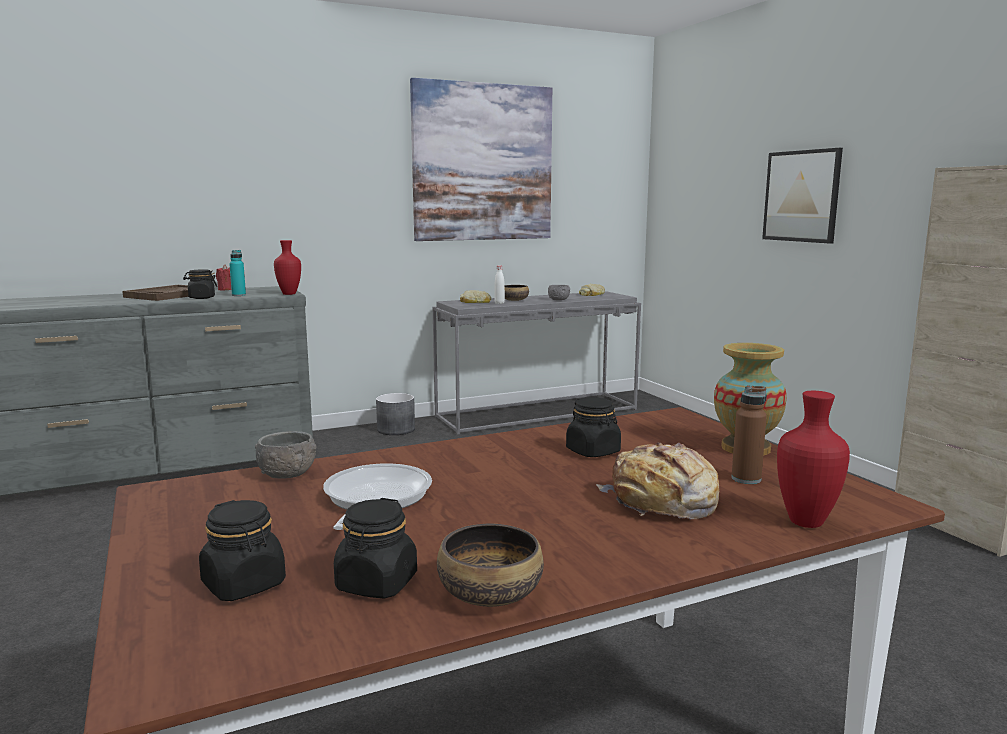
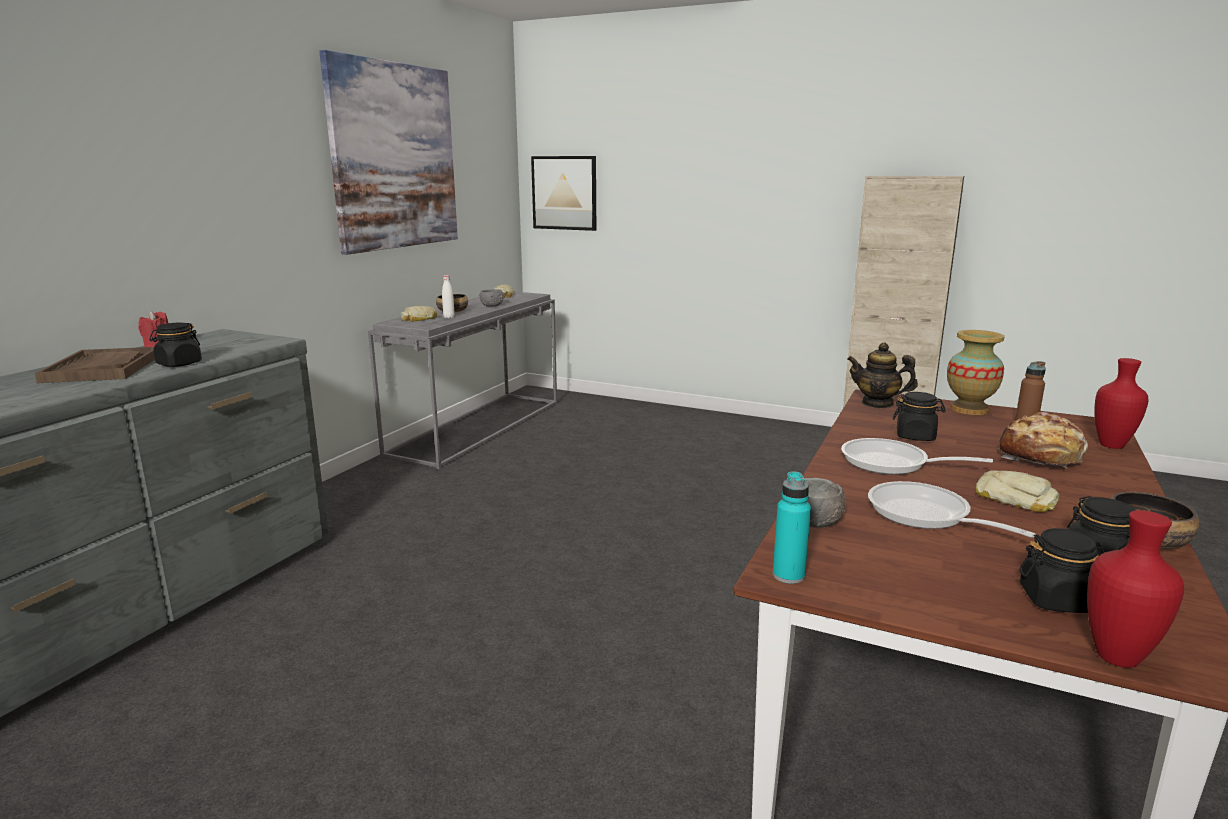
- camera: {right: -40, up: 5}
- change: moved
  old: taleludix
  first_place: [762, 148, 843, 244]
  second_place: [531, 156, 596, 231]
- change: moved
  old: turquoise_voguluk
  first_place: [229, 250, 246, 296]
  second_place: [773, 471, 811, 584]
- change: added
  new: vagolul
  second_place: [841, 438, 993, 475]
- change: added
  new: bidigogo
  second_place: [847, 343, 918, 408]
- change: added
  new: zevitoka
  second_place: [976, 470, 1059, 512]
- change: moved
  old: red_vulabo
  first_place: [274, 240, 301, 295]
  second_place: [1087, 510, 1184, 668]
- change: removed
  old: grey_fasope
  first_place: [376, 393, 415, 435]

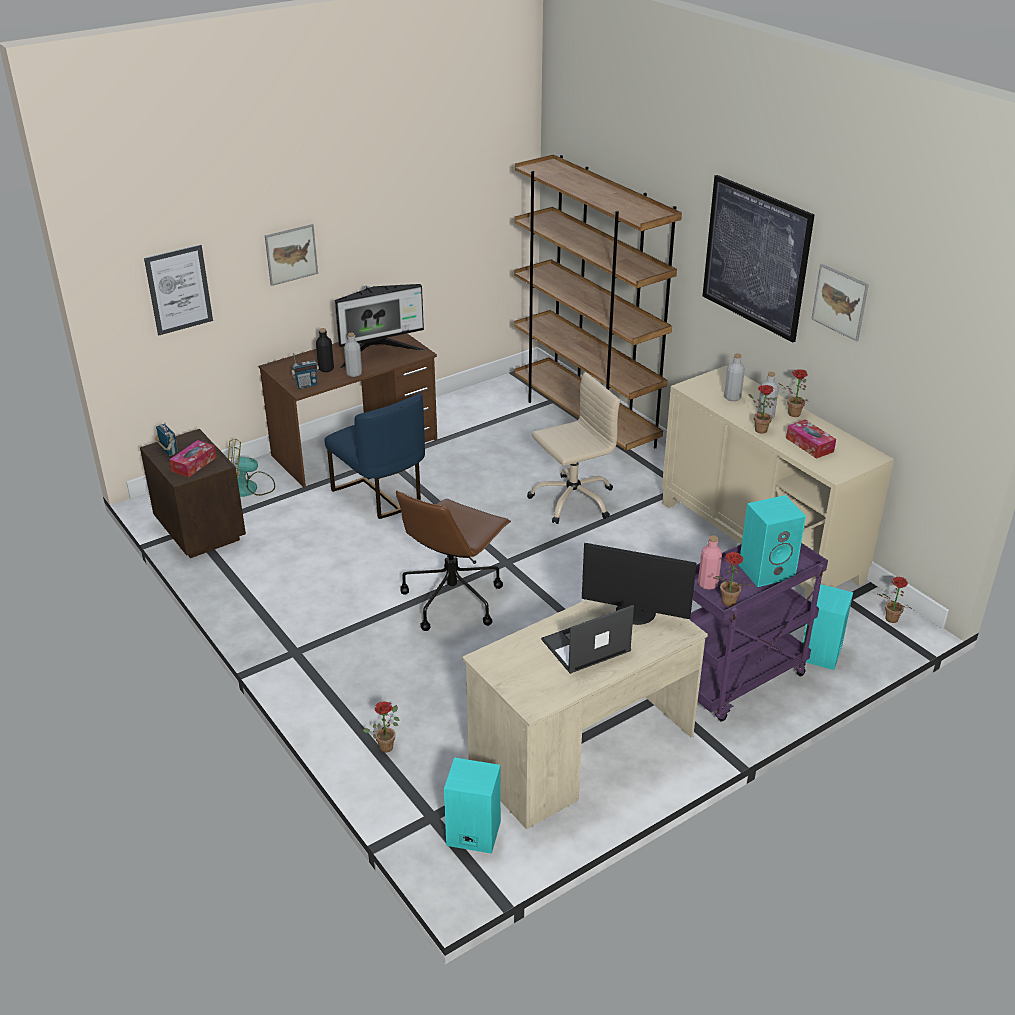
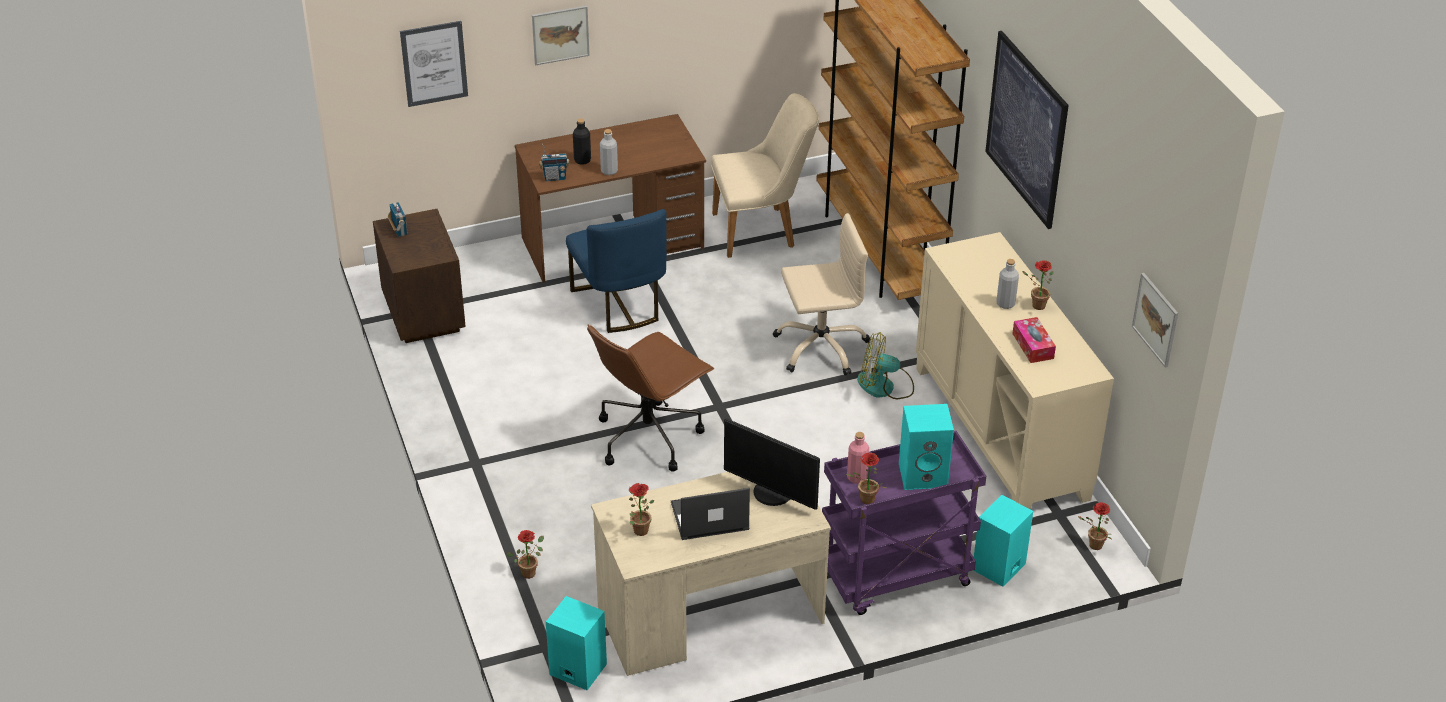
- camera: {right: 15, up: 5}
- change: moved
  old: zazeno
  first_place: [748, 385, 777, 433]
  second_place: [629, 483, 654, 536]
- change: added
  new: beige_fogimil
  second_place: [711, 93, 819, 258]
- change: moved
  old: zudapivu
  first_place: [228, 438, 275, 497]
  second_place: [857, 332, 914, 399]
- change: moved
  old: taleludix
  first_place: [811, 264, 869, 342]
  second_place: [1132, 273, 1178, 367]
- change: removed
  old: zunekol
  first_place: [170, 440, 217, 477]
- change: removed
  old: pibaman
  first_place: [335, 284, 425, 368]
- change: removed
  old: grey_voguluk
  first_place: [724, 353, 745, 401]

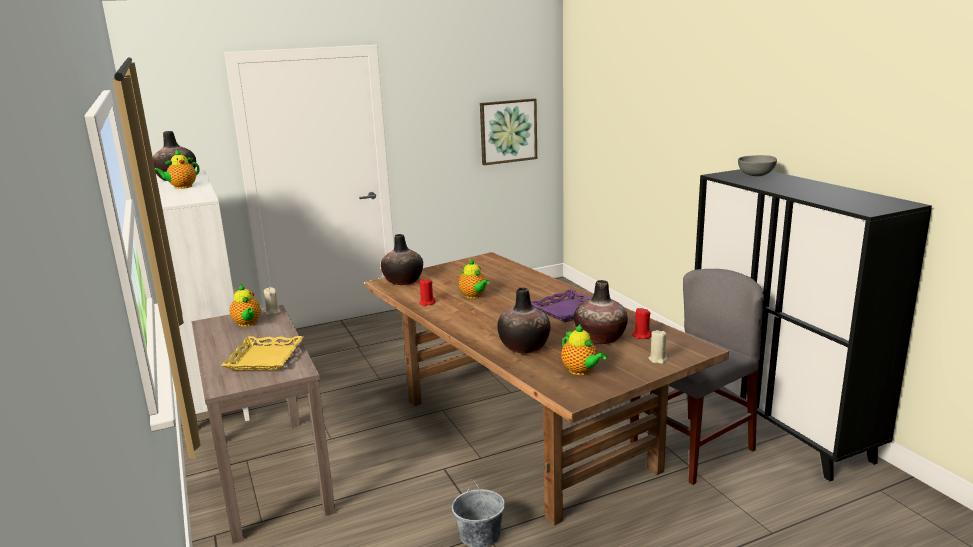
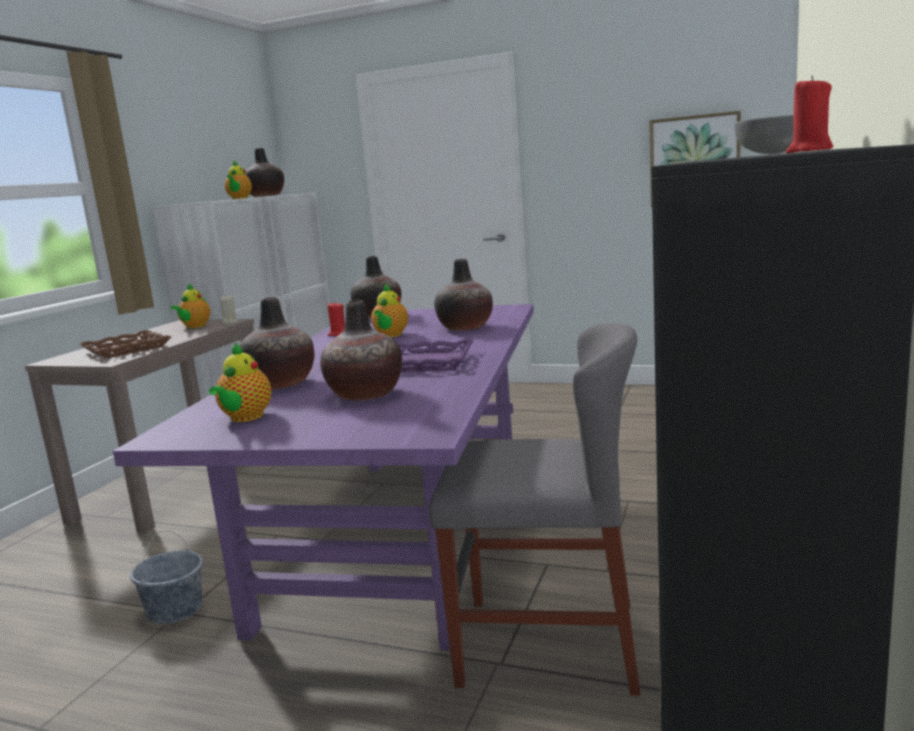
- camera: {right: 45, up: -5}
- change: recoloured
  old: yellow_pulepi
  new: brown_pulepi
  first_place: [221, 336, 303, 370]
  second_place: [79, 330, 171, 358]
- change: recoloured
  old: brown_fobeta
  new: purple_fobeta
  first_place: [365, 252, 729, 526]
  second_place: [113, 304, 534, 651]
- change: turned
  old: bidigogo
  first_place: [155, 149, 200, 189]
  second_place: [225, 160, 252, 199]
  degrees: -90
- change: added
  new: vulabo
  second_place: [434, 259, 493, 331]
- change: moved
  old: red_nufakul
  first_place: [632, 308, 651, 339]
  second_place: [786, 75, 833, 153]
- change: removed
  old: beige_nufakul
  first_place: [649, 330, 668, 364]

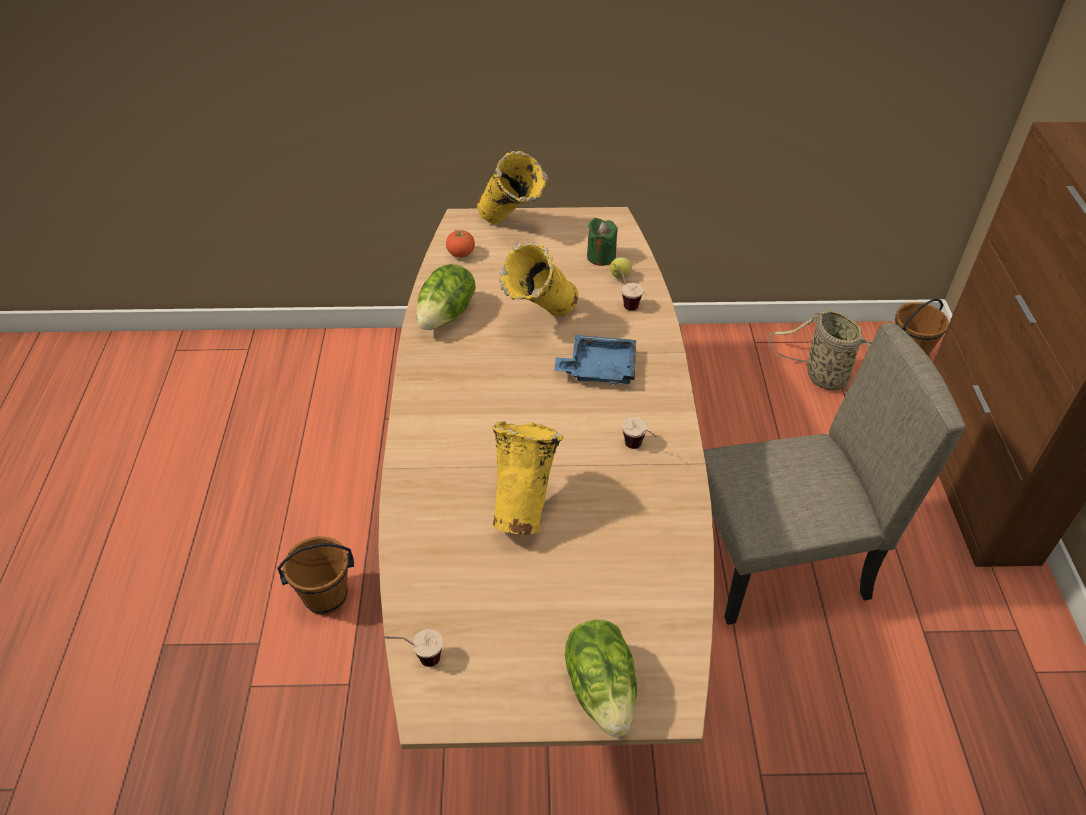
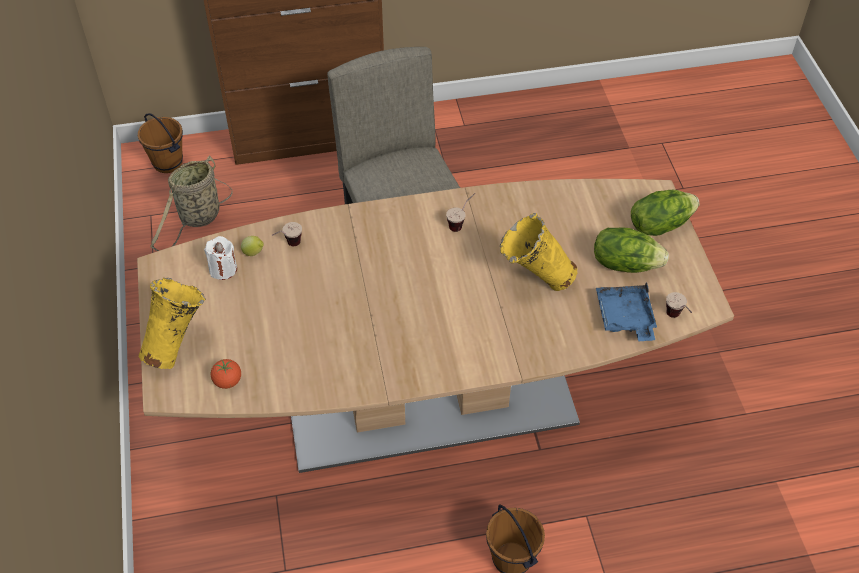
- camera: {right: -100, up: 5}
- change: recoloured
  old: green_nufakul
  new: white_nufakul
  first_place: [587, 218, 618, 266]
  second_place: [204, 236, 237, 280]
- change: moved
  old: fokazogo
  first_place: [417, 264, 476, 330]
  second_place: [594, 227, 669, 273]
- change: moved
  old: blue_pulepi
  first_place: [554, 335, 636, 385]
  second_place: [596, 283, 657, 341]
- change: removed
  old: yellow_vulabo
  first_place: [499, 242, 578, 316]

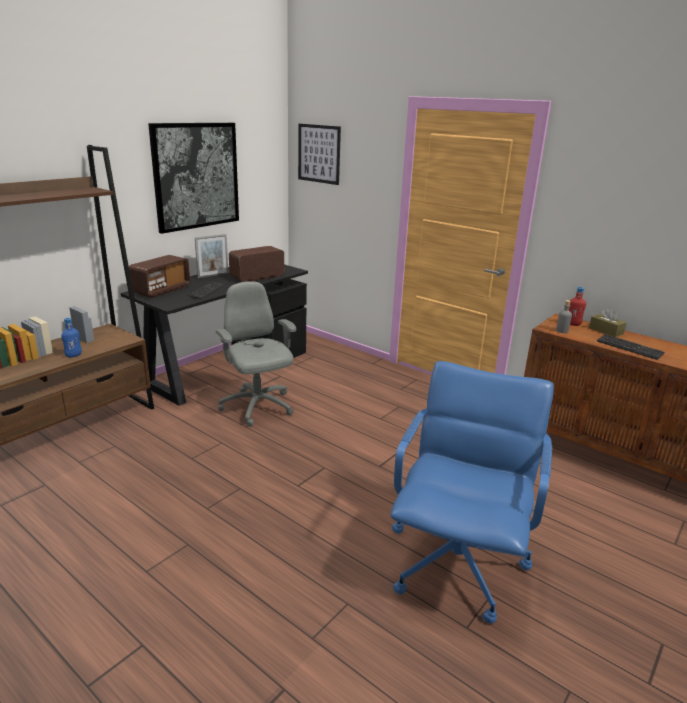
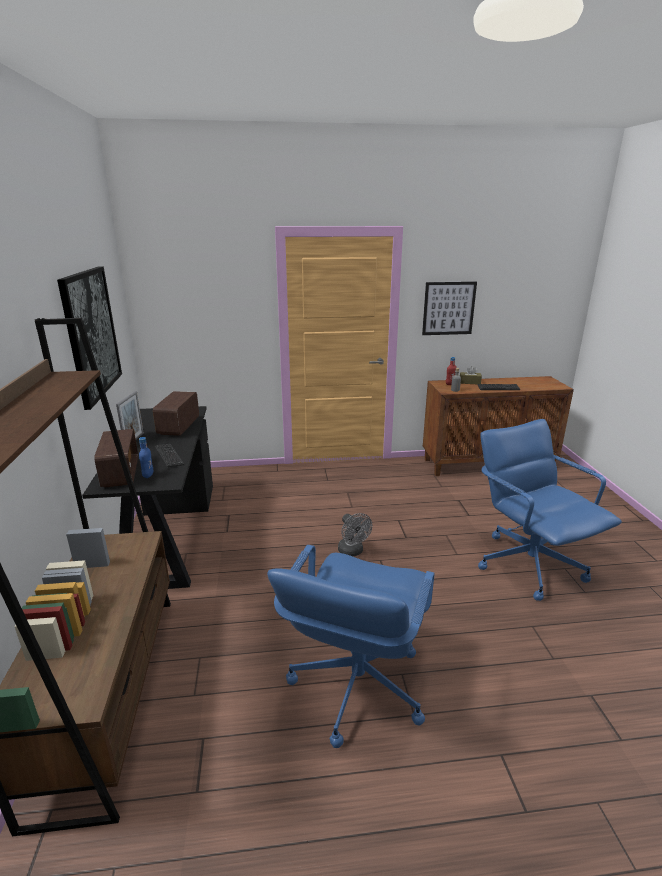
- camera: {right: -45, up: 0}
- change: moved
  old: blue_voguluk
  first_place: [61, 318, 82, 358]
  second_place: [139, 437, 153, 478]
- change: added
  new: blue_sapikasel
  second_place: [267, 545, 434, 748]
- change: added
  new: grey_zudapivu
  second_place: [338, 513, 372, 556]
- change: moved
  old: taleludix
  first_place: [298, 124, 341, 185]
  second_place: [422, 281, 477, 335]
- change: removed
  old: grey_sapikasel
  first_place: [216, 281, 296, 427]

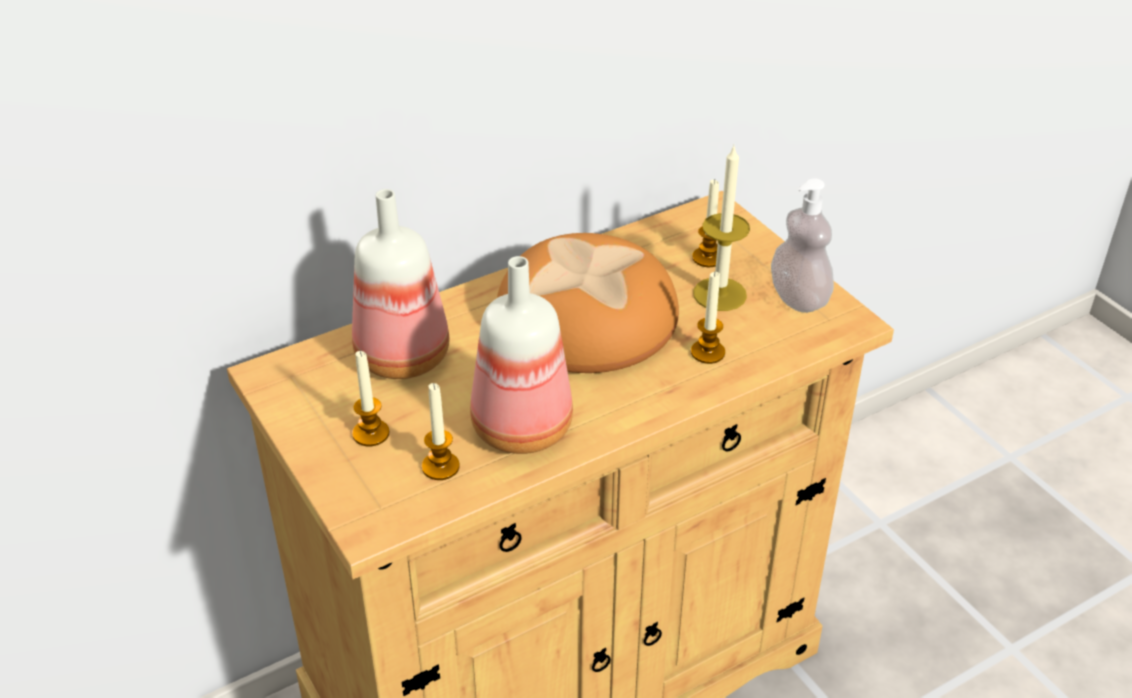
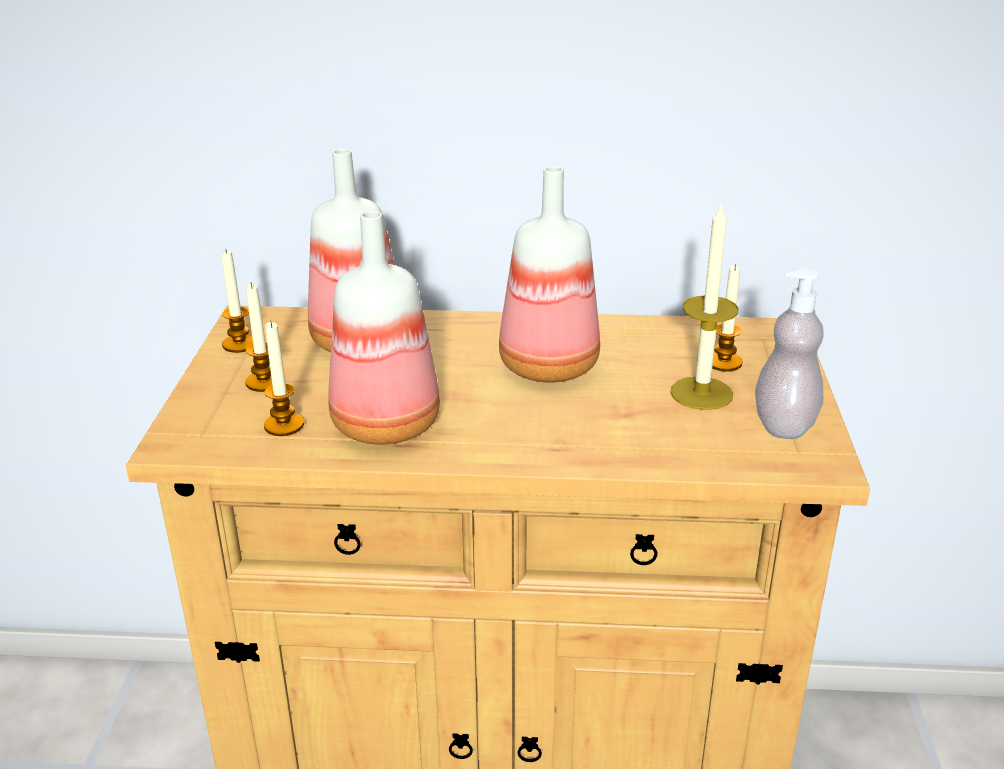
- camera: {right: 35, up: -10}
- change: moved
  old: nufakul
  first_place: [691, 272, 725, 364]
  second_place: [221, 250, 253, 353]
- change: replaced
  old: zevitoka
  new: voguluk
  first_place: [497, 233, 679, 373]
  second_place: [499, 166, 600, 382]

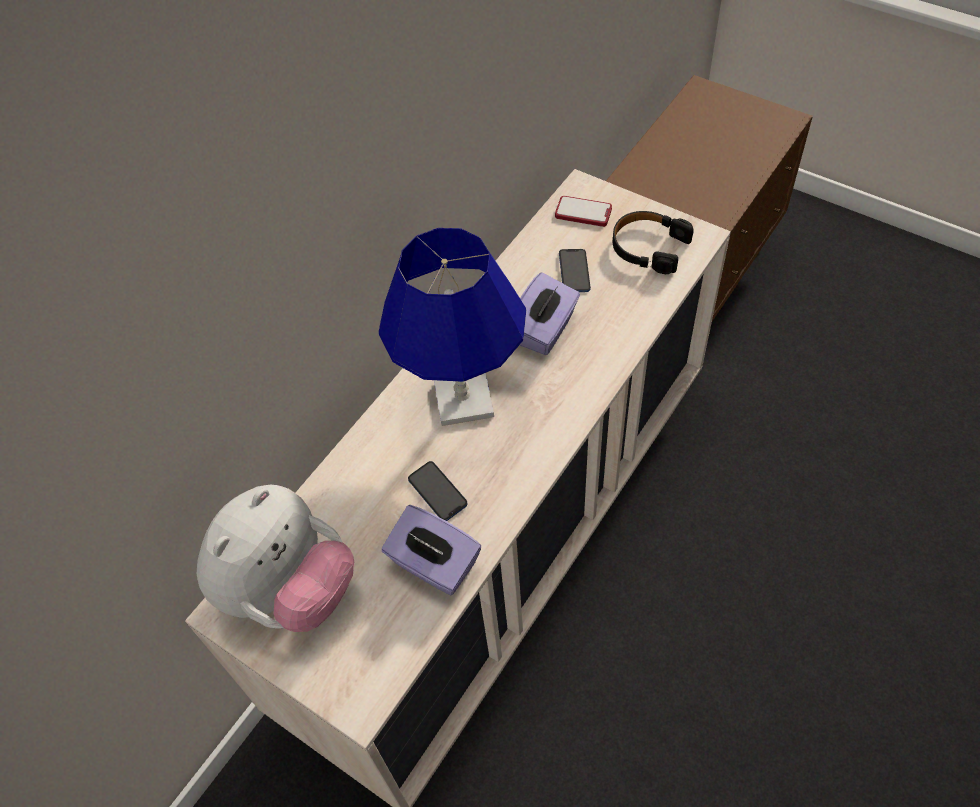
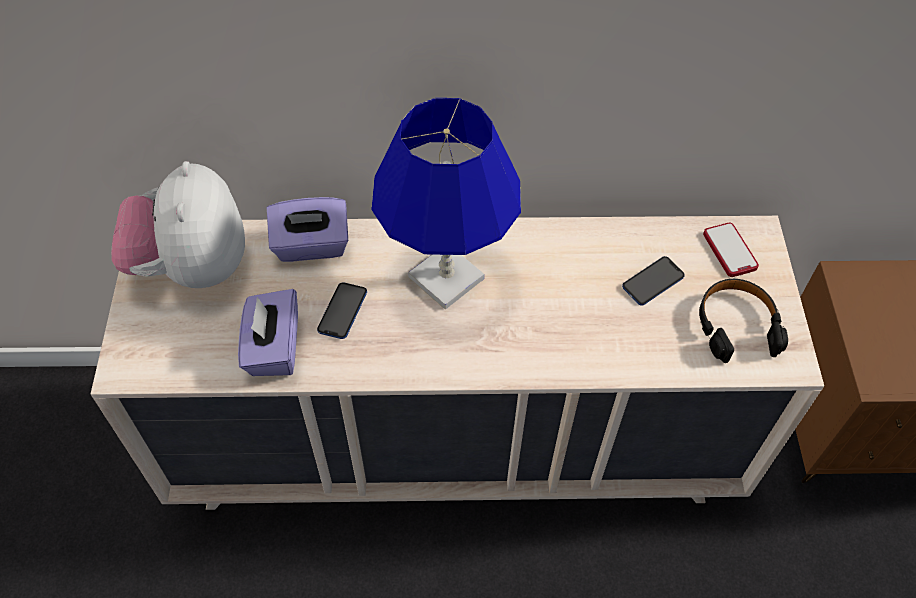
- camera: {right: 50, up: 0}
- change: turned
  old: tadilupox
  first_place: [197, 485, 354, 632]
  second_place: [111, 161, 245, 288]
  degrees: 90
- change: moved
  old: purple_zunekol
  first_place: [520, 272, 580, 355]
  second_place: [267, 197, 348, 262]

